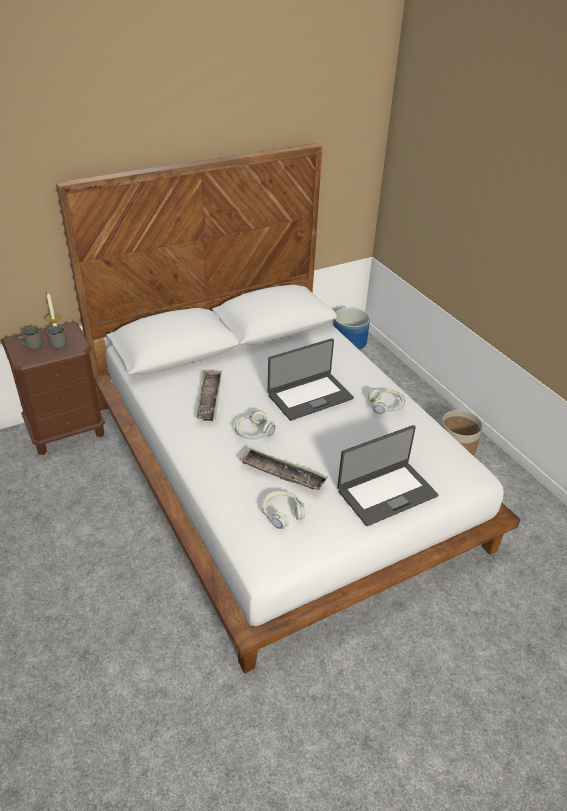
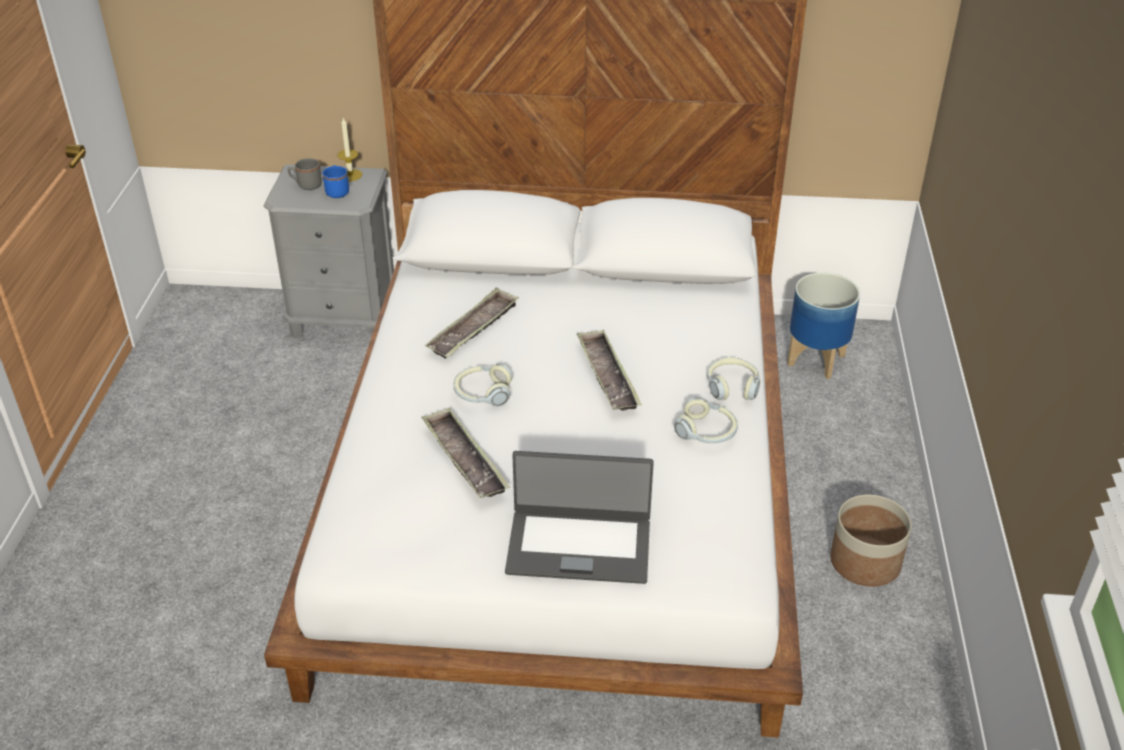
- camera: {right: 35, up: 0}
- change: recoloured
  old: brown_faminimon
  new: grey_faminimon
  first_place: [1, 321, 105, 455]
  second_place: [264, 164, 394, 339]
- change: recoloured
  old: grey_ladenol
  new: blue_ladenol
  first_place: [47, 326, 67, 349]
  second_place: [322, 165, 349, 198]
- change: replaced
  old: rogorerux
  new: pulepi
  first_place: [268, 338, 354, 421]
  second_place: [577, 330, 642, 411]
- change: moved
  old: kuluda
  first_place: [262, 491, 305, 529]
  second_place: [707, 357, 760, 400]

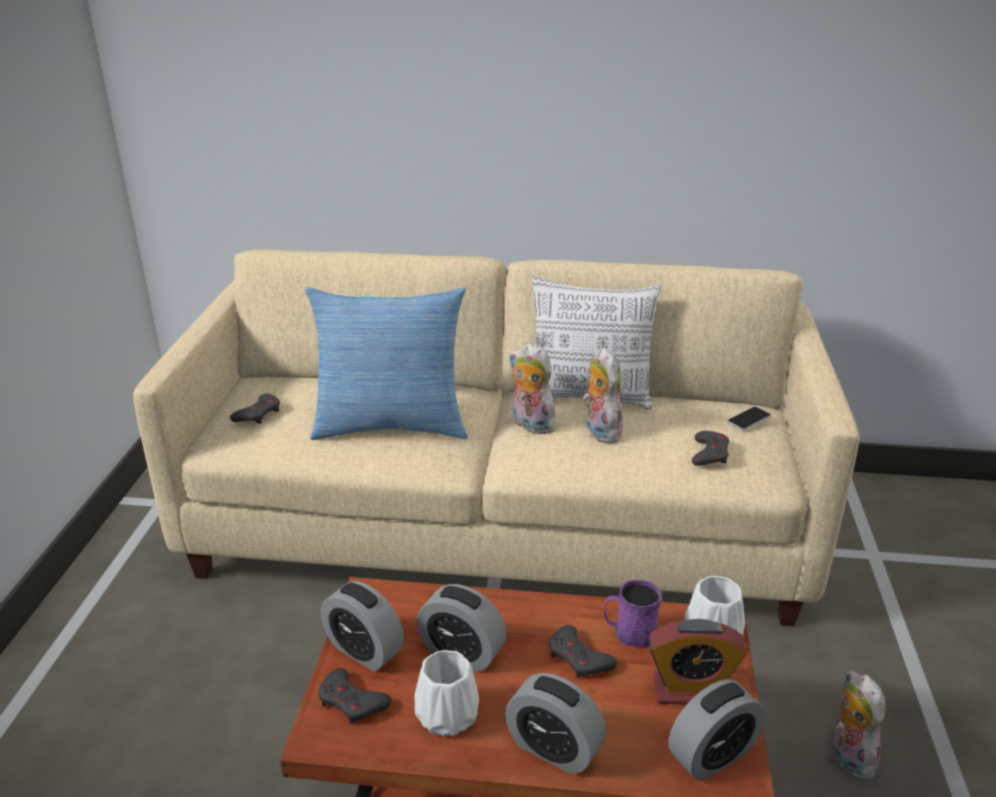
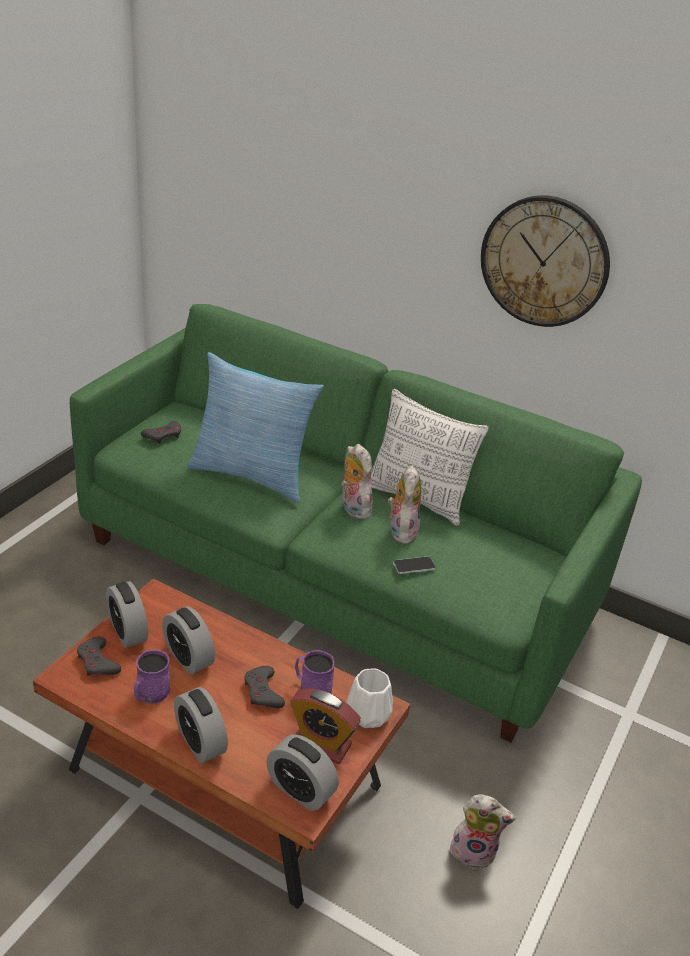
- camera: {right: 20, up: 5}
- change: recoloured
  old: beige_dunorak
  new: green_dunorak
  first_place: [133, 249, 859, 626]
  second_place: [70, 304, 642, 743]
- change: replaced
  old: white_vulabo
  new: purple_ladenol
  first_place: [415, 650, 479, 736]
  second_place: [134, 650, 170, 704]
- change: turned
  old: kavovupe
  first_place: [668, 679, 766, 781]
  second_place: [266, 735, 339, 811]
  degrees: 45
- change: moved
  old: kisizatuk
  first_place: [727, 407, 771, 430]
  second_place: [393, 556, 436, 574]
- change: turned
  old: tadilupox
  first_place: [832, 670, 886, 780]
  second_place: [450, 794, 516, 869]
  degrees: 90
- change: added
  new: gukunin
  second_place: [481, 195, 610, 327]
- change: removed
  old: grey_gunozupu
  first_place: [692, 431, 729, 466]

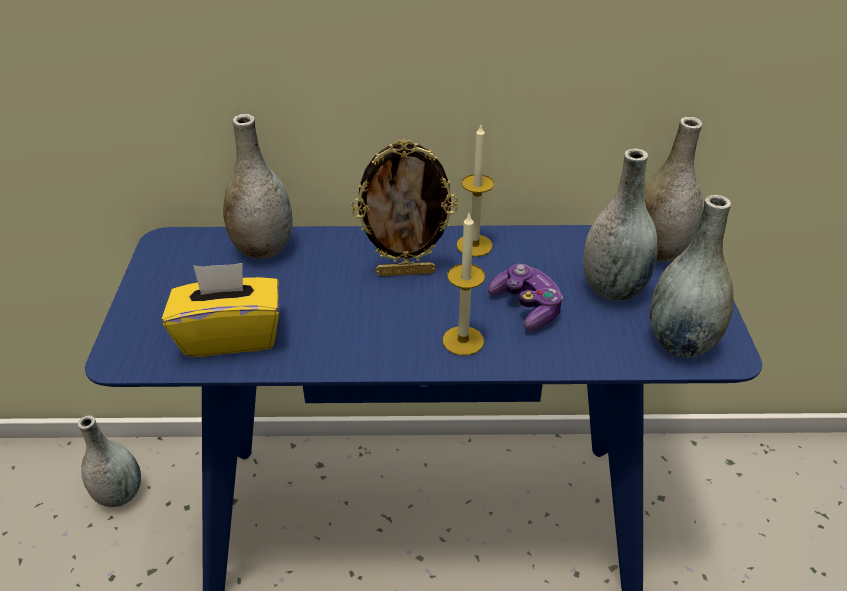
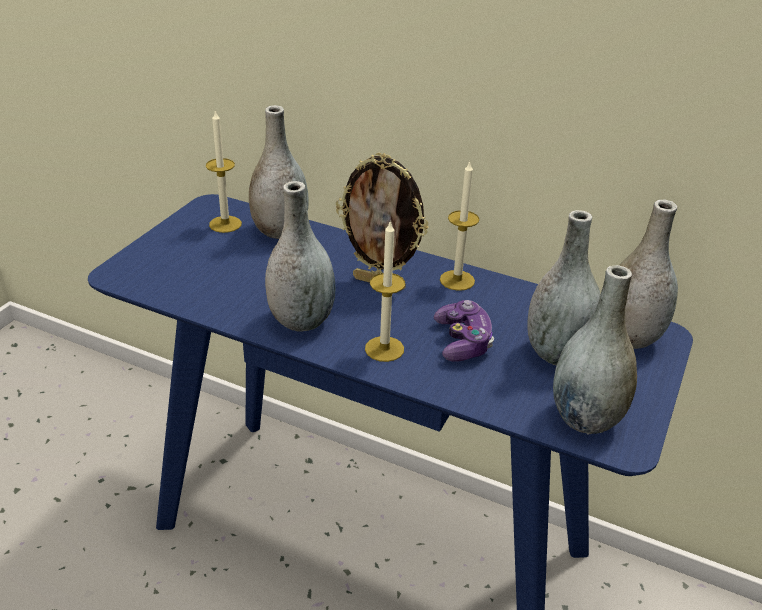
- camera: {right: 25, up: -5}
- change: added
  new: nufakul
  second_place: [206, 110, 242, 233]
- change: moved
  old: grey_vulabo
  first_place: [78, 415, 141, 507]
  second_place: [265, 181, 336, 332]
- change: removed
  old: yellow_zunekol
  first_place: [162, 263, 279, 357]

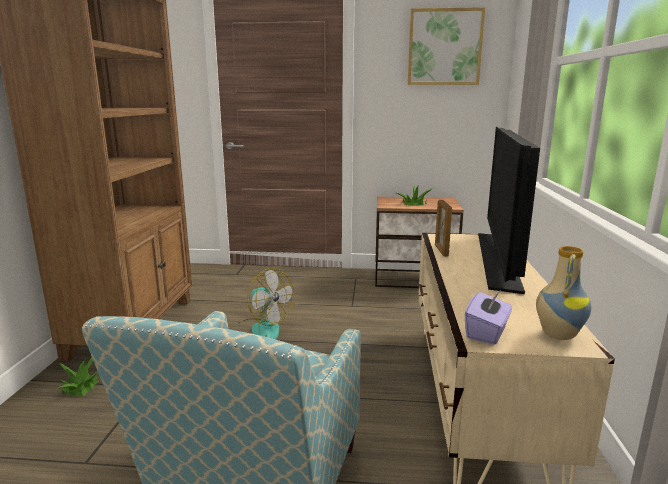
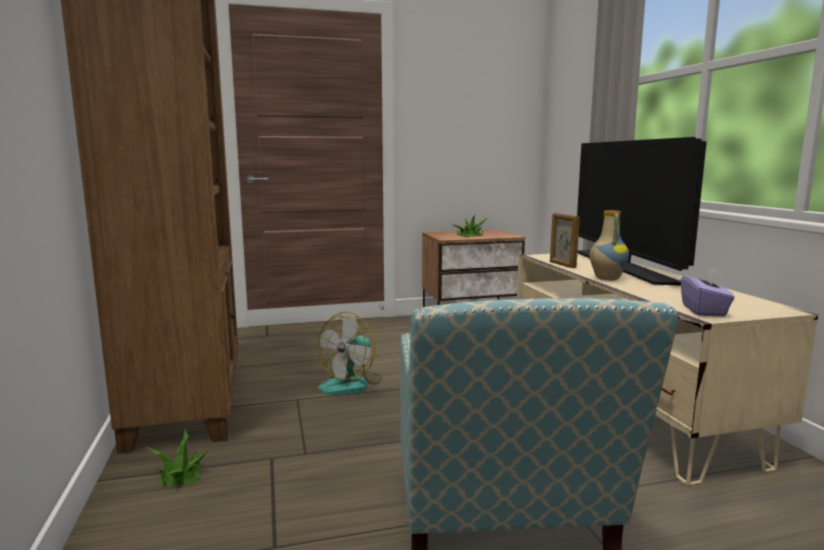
- camera: {right: -20, up: -5}
- change: turned
  old: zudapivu
  first_place: [230, 268, 294, 339]
  second_place: [318, 312, 382, 395]
  degrees: 105
- change: moved
  old: vulabo
  first_place: [536, 246, 591, 340]
  second_place: [590, 210, 629, 281]
- change: removed
  old: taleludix
  first_place: [408, 7, 485, 85]

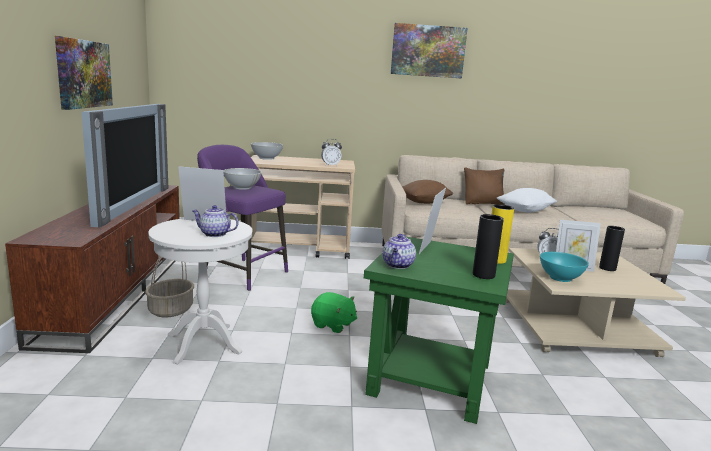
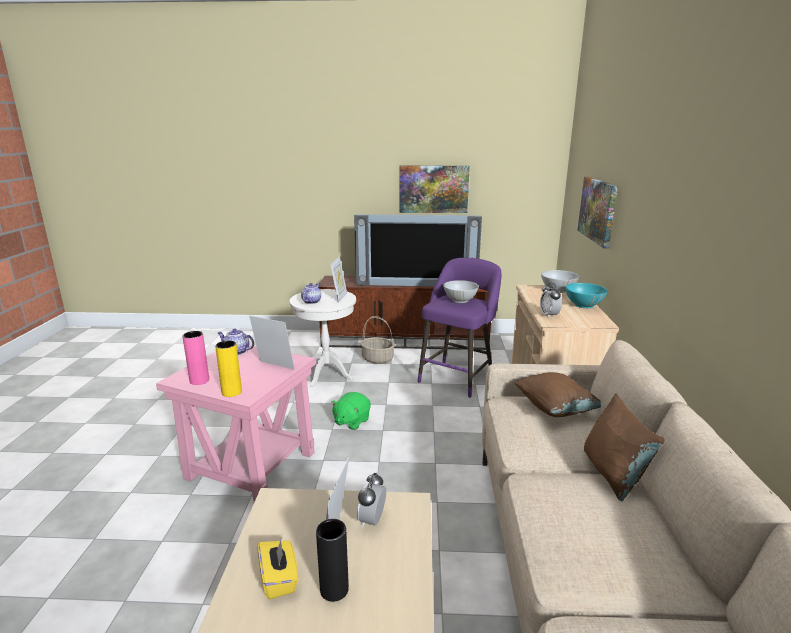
- camera: {right: 95, up: 5}
- change: recoloured
  old: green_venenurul
  new: pink_venenurul
  first_place: [364, 237, 514, 424]
  second_place: [156, 345, 316, 502]
- change: recoloured
  old: black_vulabo
  new: pink_vulabo
  first_place: [473, 214, 504, 279]
  second_place: [182, 331, 209, 385]
- change: added
  new: yellow_zunekol
  second_place: [258, 540, 298, 600]
- change: moved
  old: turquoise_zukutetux
  first_place: [540, 252, 589, 282]
  second_place: [565, 283, 608, 308]
- change: moved
  old: taleludix
  first_place: [391, 23, 468, 78]
  second_place: [577, 177, 618, 248]
- change: removed
  old: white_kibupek
  first_place: [497, 188, 557, 212]

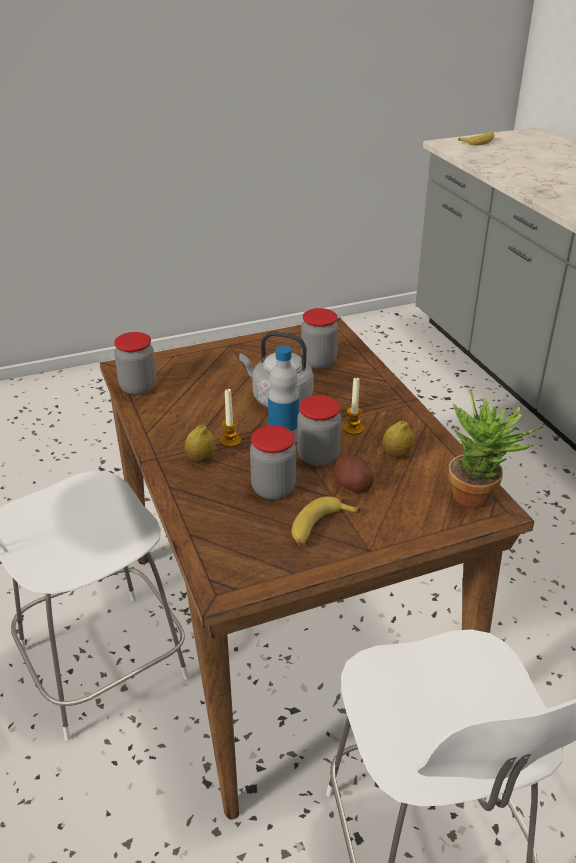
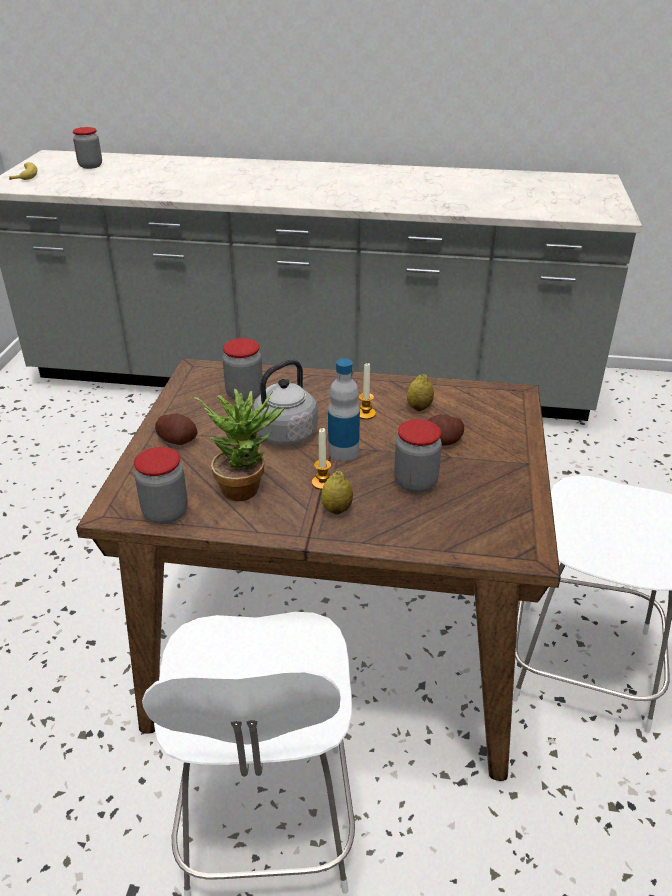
- camera: {right: -60, up: 0}
- change: moved
  old: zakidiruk
  first_place: [297, 395, 341, 466]
  second_place: [73, 127, 102, 169]
- change: added
  new: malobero
  second_place: [155, 413, 197, 445]
- change: moved
  old: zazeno
  first_place: [448, 389, 543, 508]
  second_place: [194, 389, 285, 501]
- change: removed
  old: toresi
  first_place: [292, 497, 361, 546]

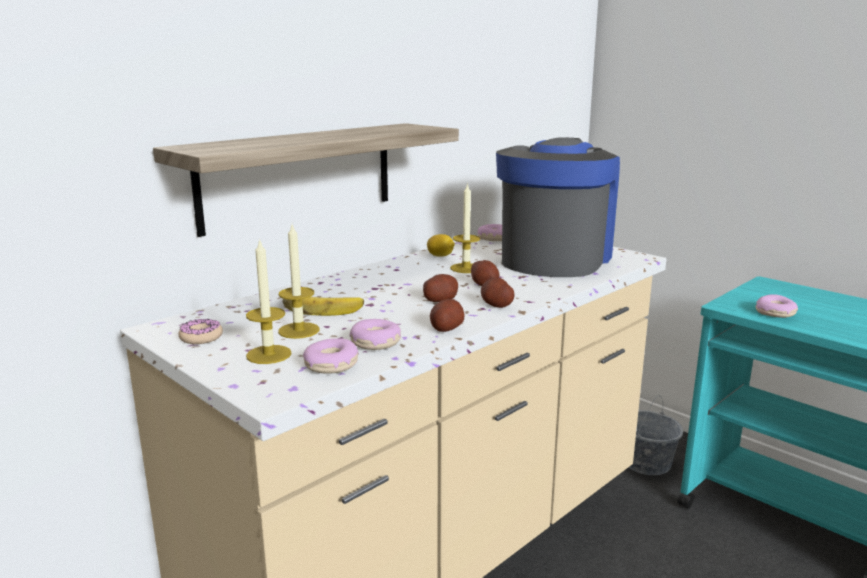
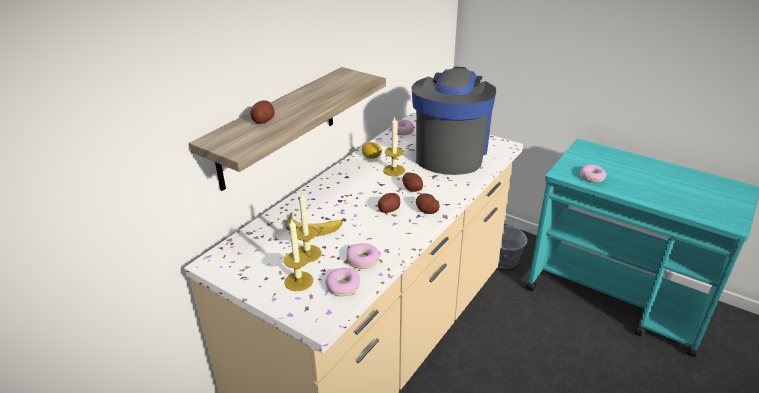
- camera: {right: -10, up: 15}
- change: moved
  old: malobero
  first_place: [430, 299, 464, 332]
  second_place: [250, 100, 275, 124]
- change: removed
  old: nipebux
  first_place: [179, 319, 223, 344]

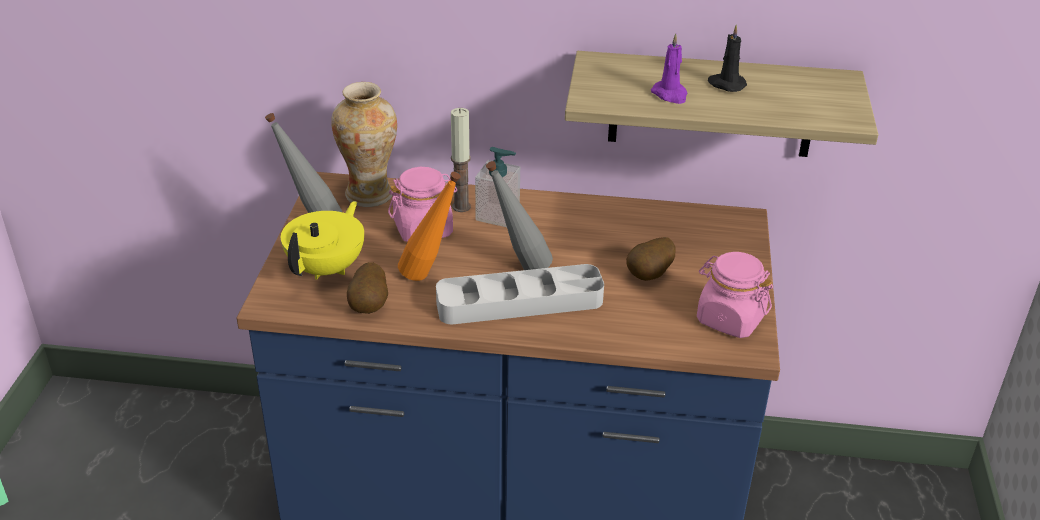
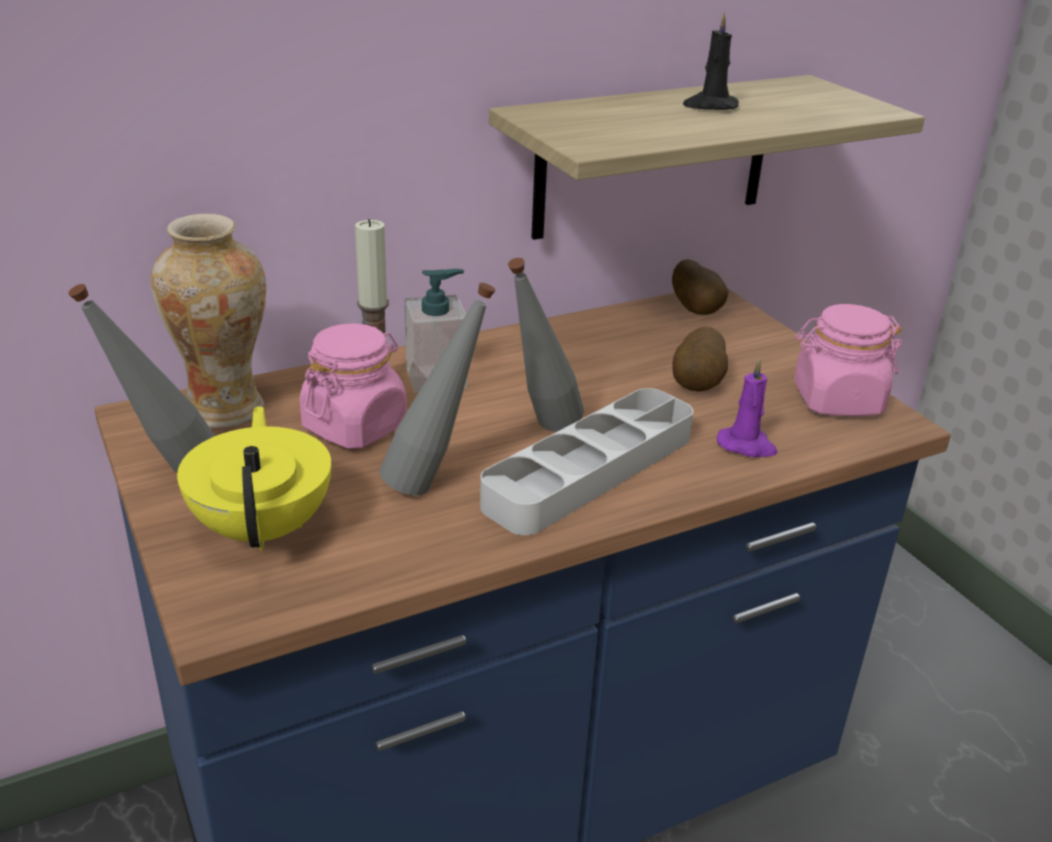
- camera: {right: -35, up: -5}
- change: recoloured
  old: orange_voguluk
  new: grey_voguluk
  first_place: [398, 172, 461, 281]
  second_place: [379, 283, 496, 496]
- change: moved
  old: malobero
  first_place: [347, 262, 388, 314]
  second_place: [672, 259, 728, 315]
- change: moved
  old: purple_nufakul
  first_place: [651, 33, 687, 104]
  second_place: [717, 358, 777, 457]

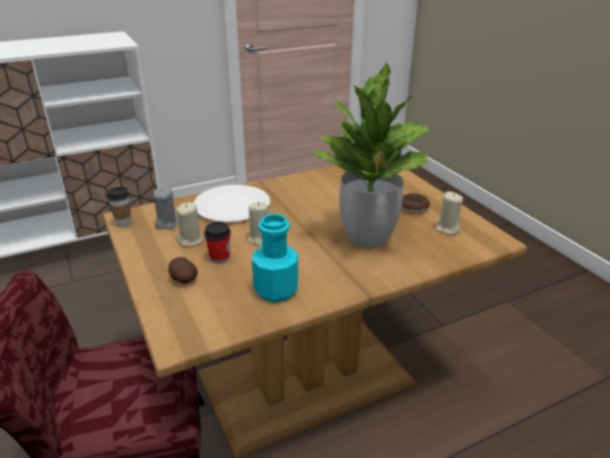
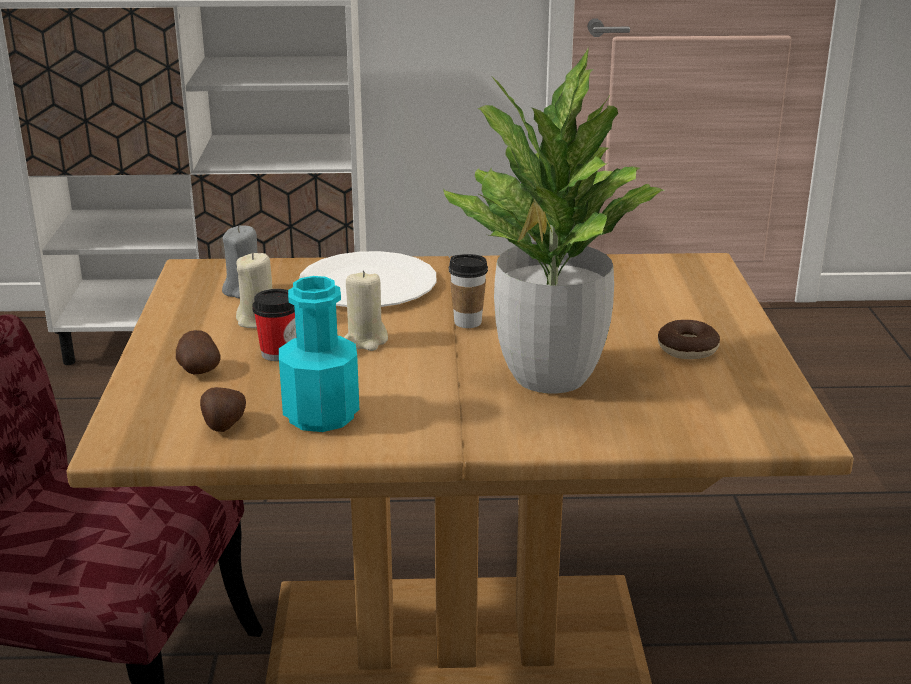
- camera: {right: 25, up: -5}
- change: added
  new: malobero
  second_place: [200, 387, 246, 432]
- change: moved
  old: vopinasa
  first_place: [107, 187, 132, 228]
  second_place: [449, 254, 488, 328]
- change: removed
  old: beige_nufakul
  first_place: [436, 191, 463, 235]

